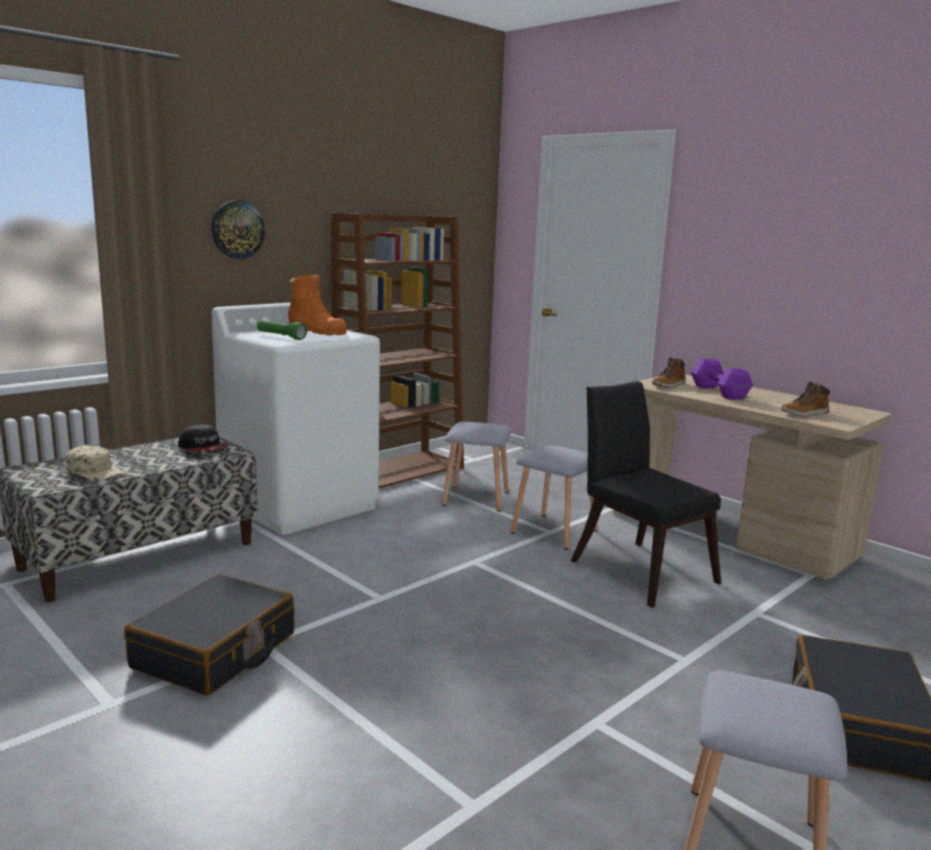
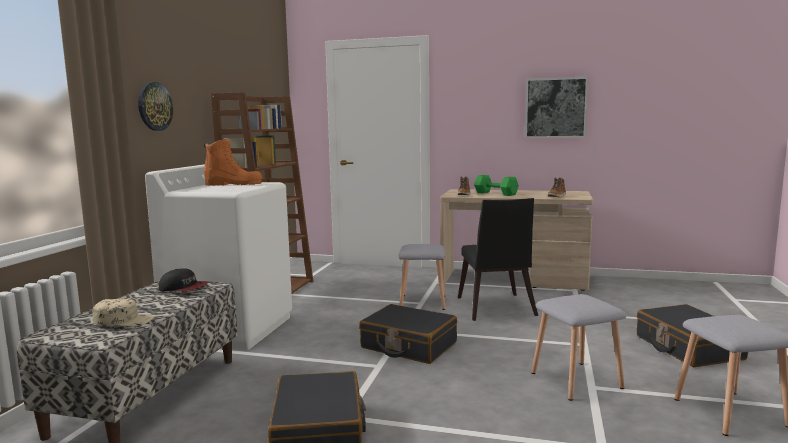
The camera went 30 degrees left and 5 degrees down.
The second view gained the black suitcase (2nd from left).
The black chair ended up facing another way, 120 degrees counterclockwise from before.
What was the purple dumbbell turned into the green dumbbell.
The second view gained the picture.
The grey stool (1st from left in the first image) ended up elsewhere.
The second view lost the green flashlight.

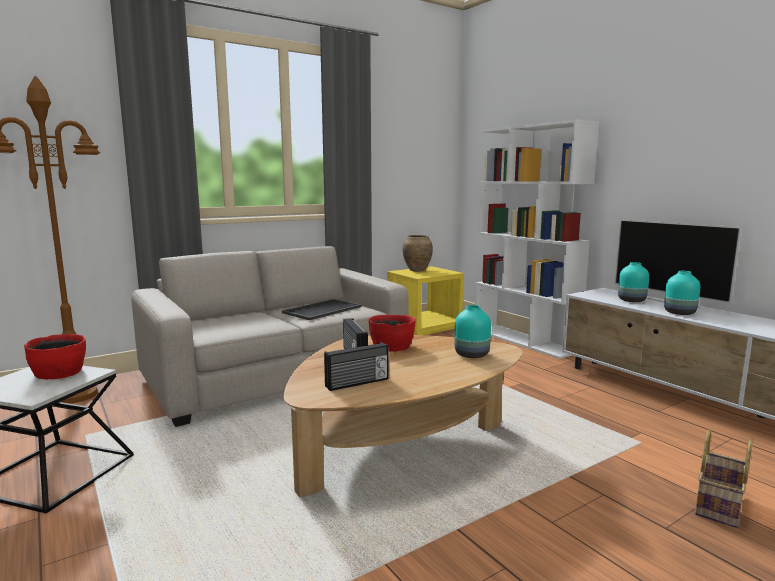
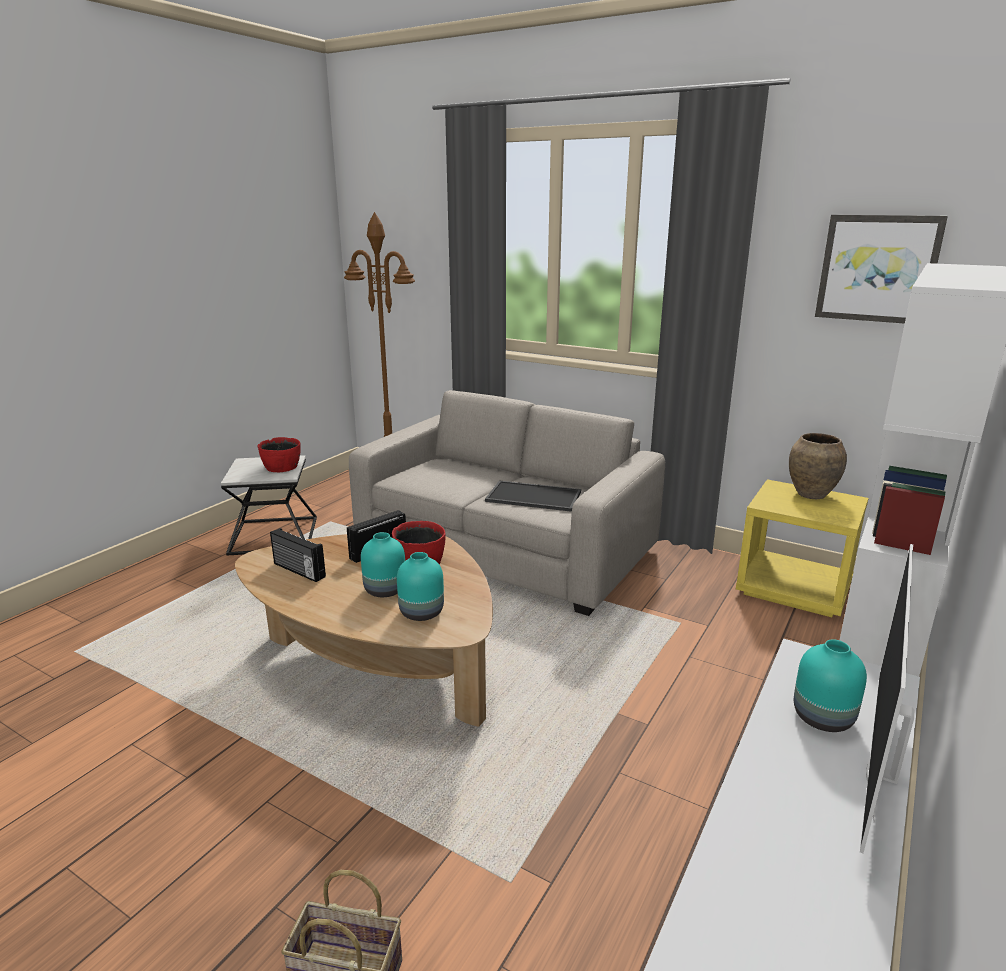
The camera went 65 degrees right and 10 degrees up.
The turquoise vase (3rd from left in the first image) ended up elsewhere.
The second view gained the picture.

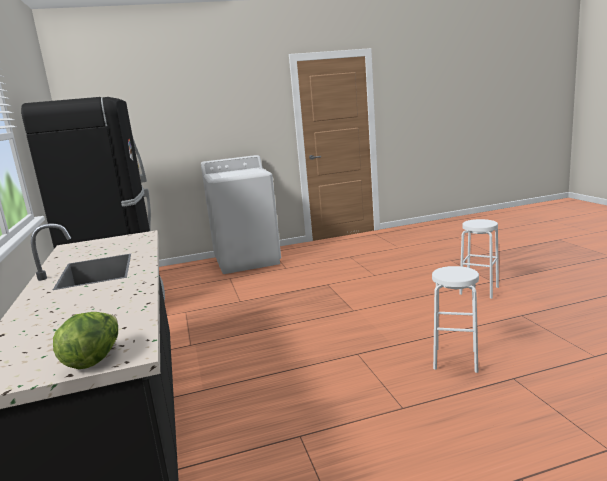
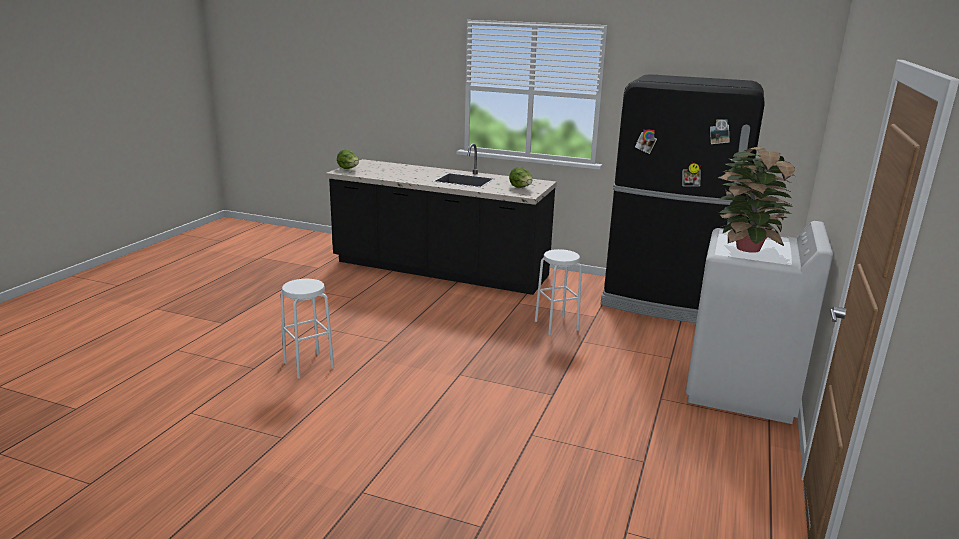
The camera went 125 degrees right and 5 degrees up.
The second view gained the lettuce (2nd from left).
The white stool (2nd from left) ended up elsewhere.
The second view gained the potted plant.

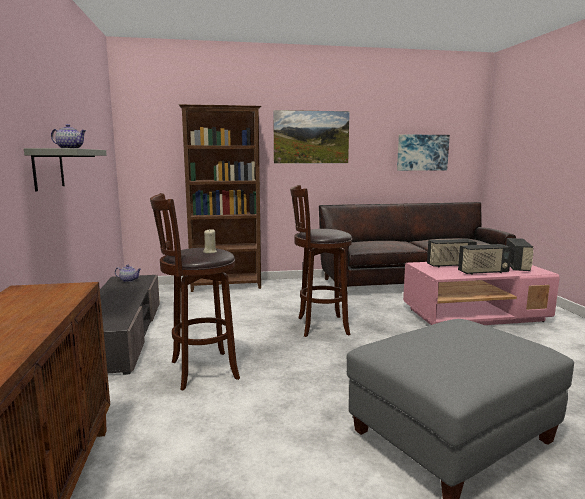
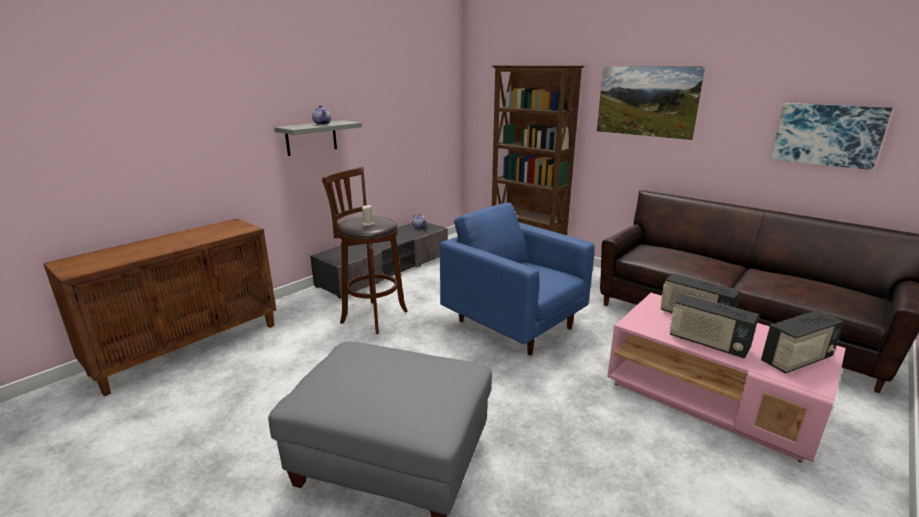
The camera went 50 degrees right and 10 degrees up.
Where the brown stool (2nd from left) stood, the blue armchair came to stand.

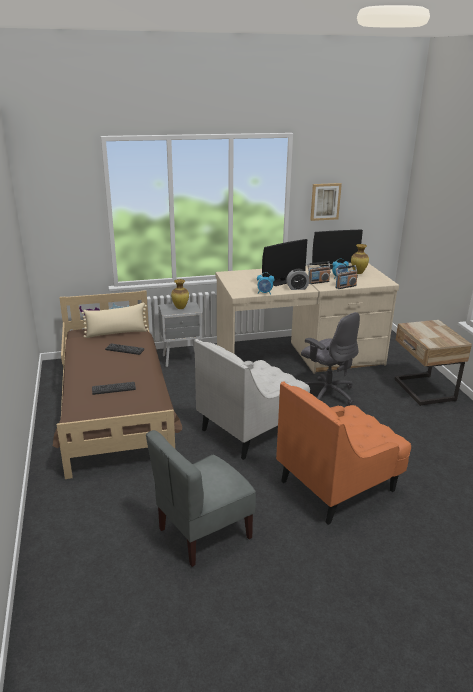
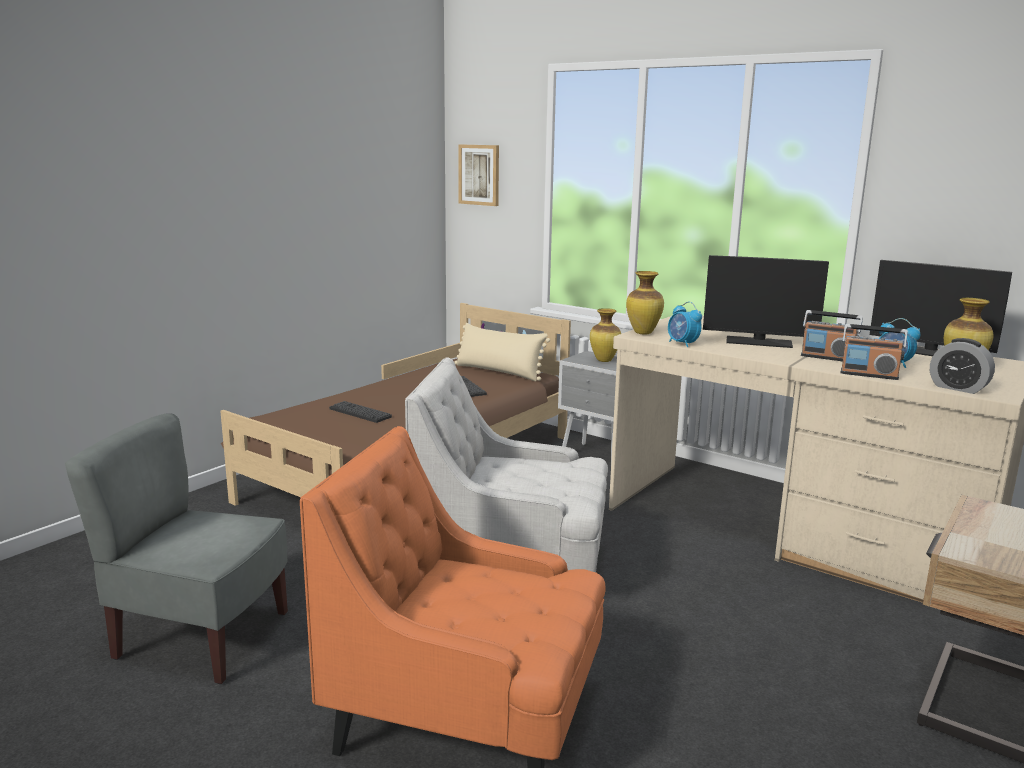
The camera went 50 degrees right and 10 degrees down.
The picture ended up elsewhere.
The second view gained the vase (2nd from left).
The alarm clock (2nd from left in the first image) ended up elsewhere.
The second view lost the grey office chair.

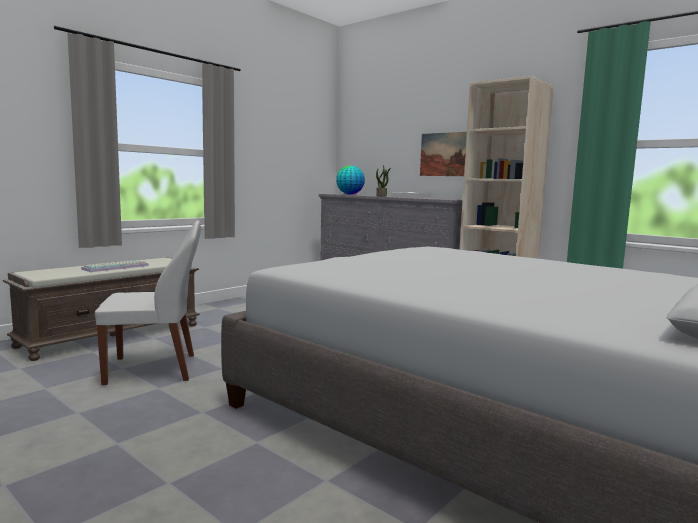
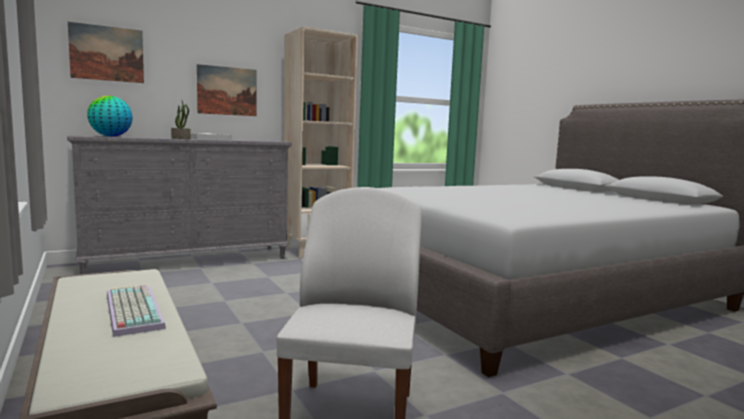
The camera went 70 degrees left and 0 degrees up.
The second view gained the picture (1st from left).

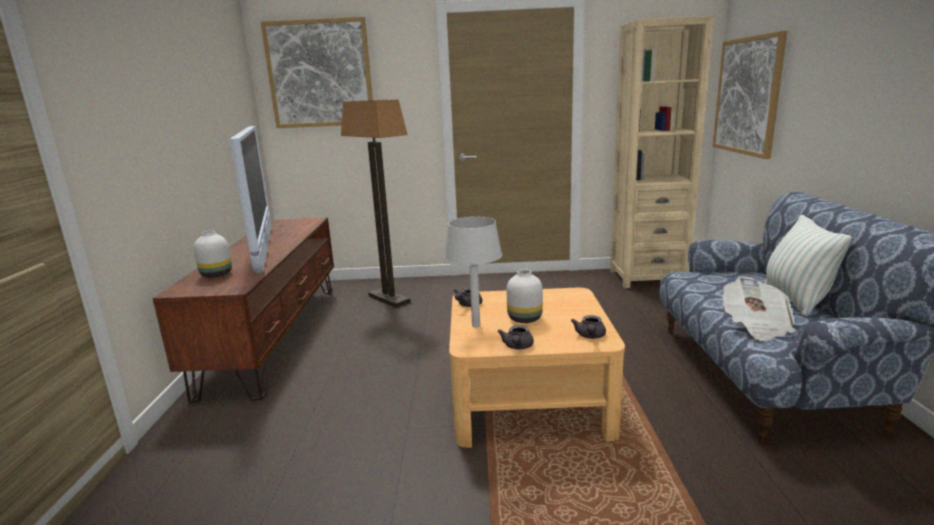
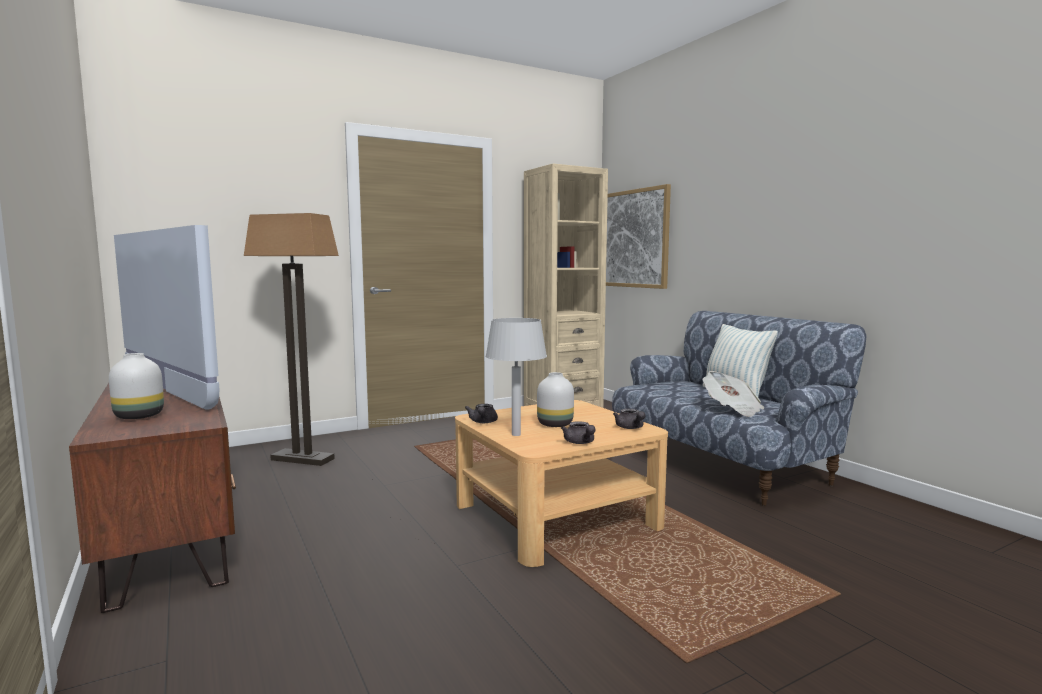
The camera went 30 degrees left and 10 degrees down.
The second view lost the picture (1st from left).

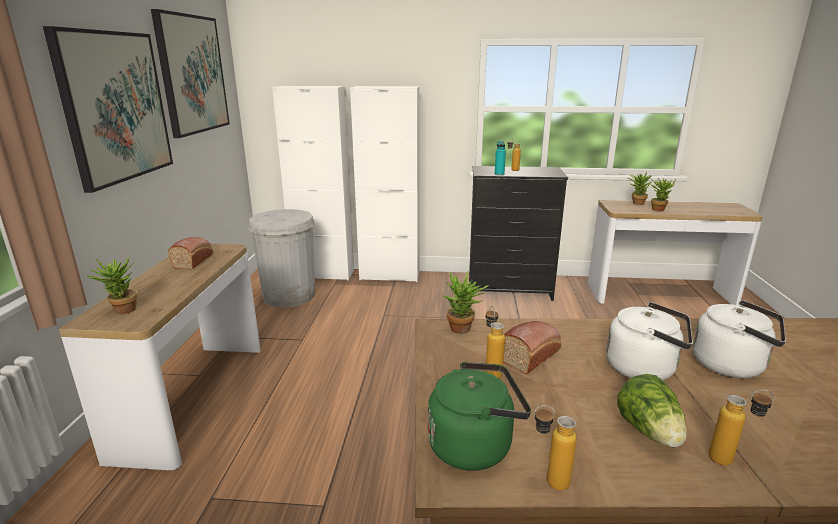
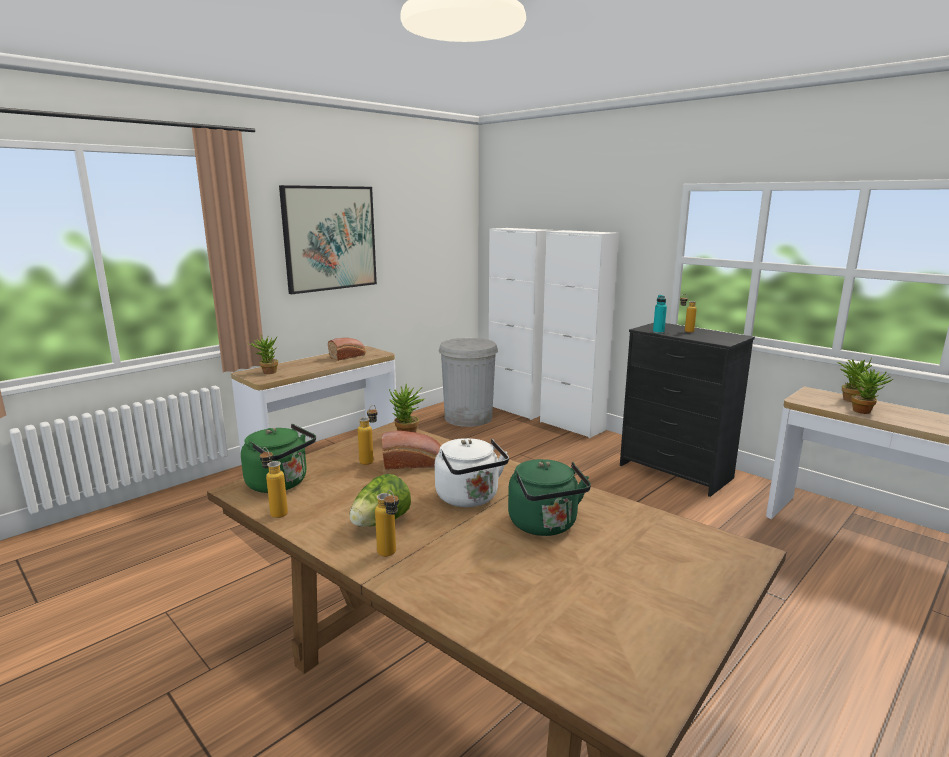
The camera went 40 degrees right and 5 degrees down.
What was the white kettle (2nd from left) turned into the green kettle (2nd from left).
The second view lost the picture (2nd from left).

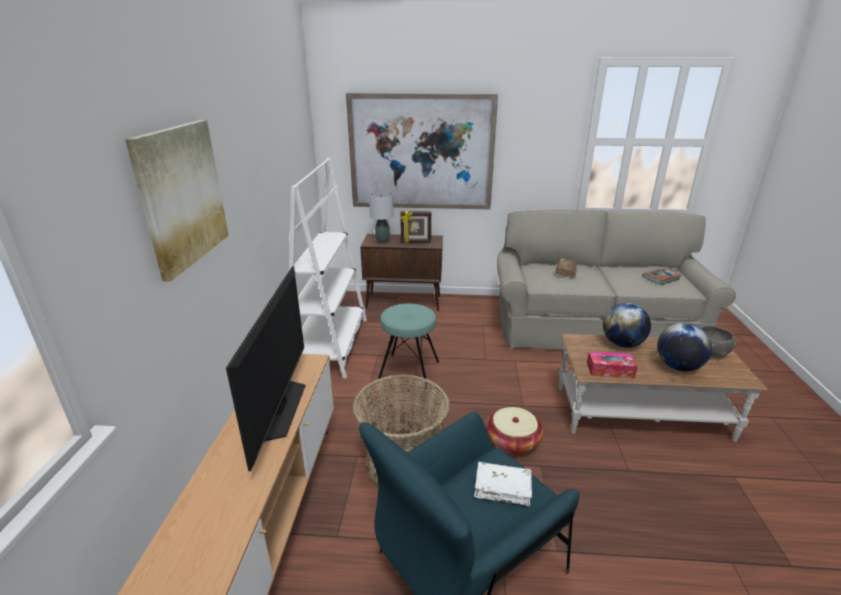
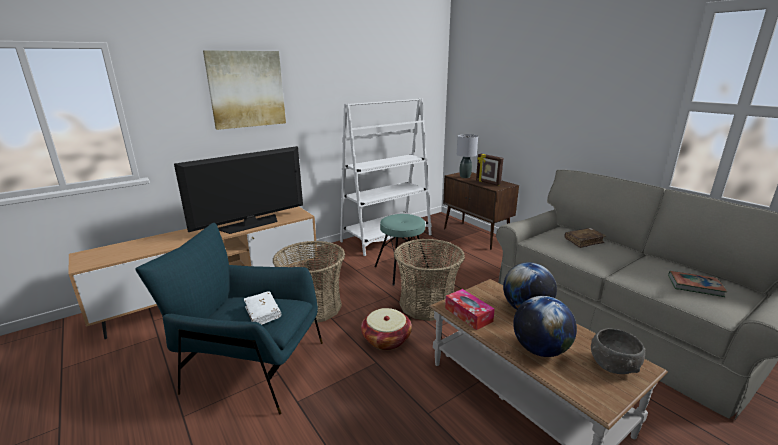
The camera went 50 degrees right and 5 degrees down.
The second view gained the basket (3rd from left).
The second view lost the picture (2nd from left).

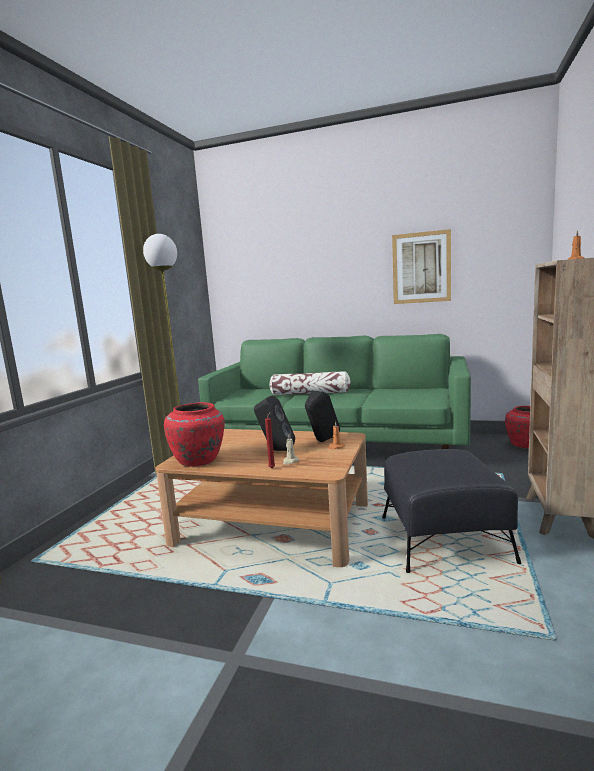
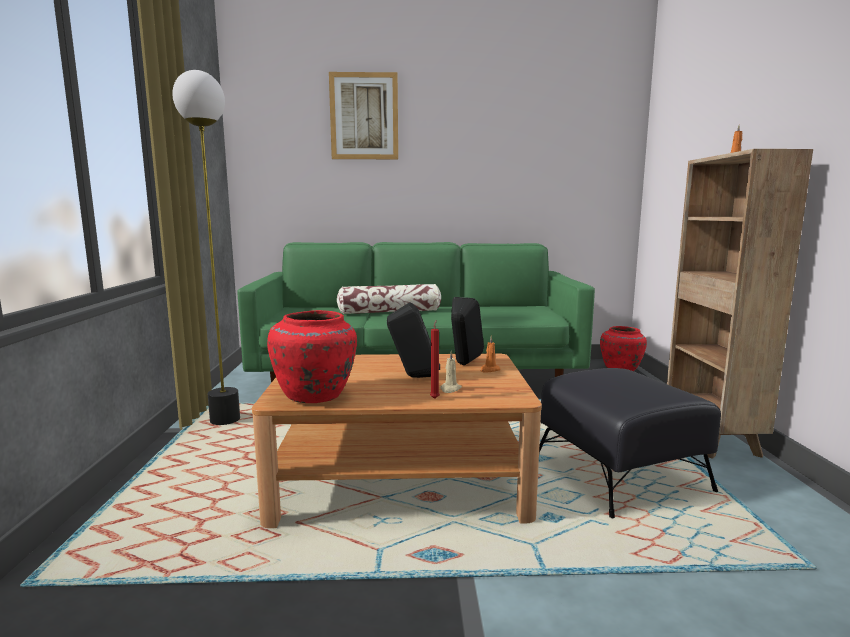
The camera went 20 degrees left and 0 degrees up.
The picture ended up elsewhere.

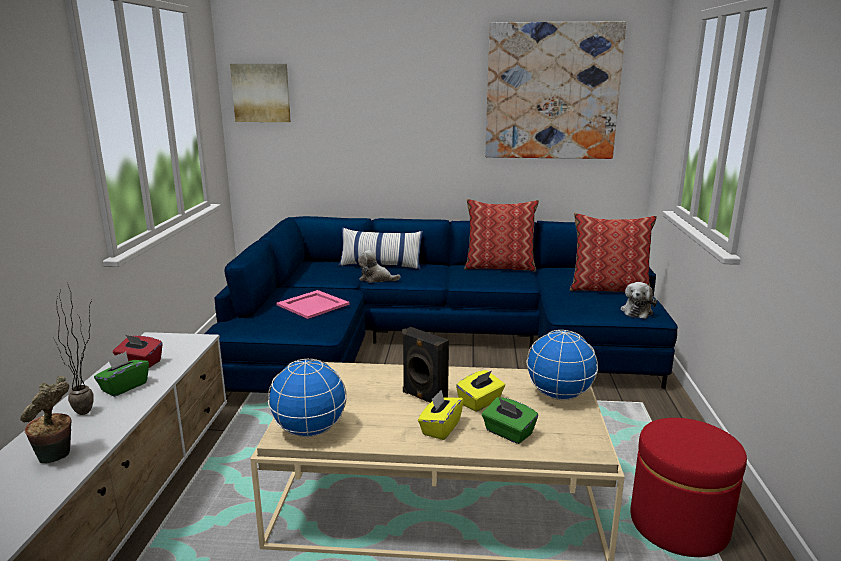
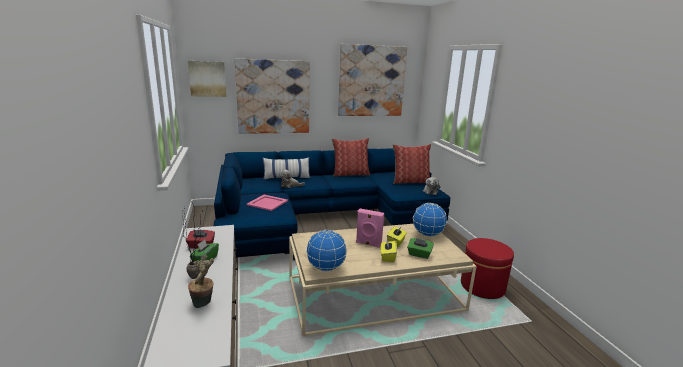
The camera went 20 degrees left and 0 degrees up.
The second view gained the picture (2nd from left).
What was the black speaker turned into the pink speaker.

